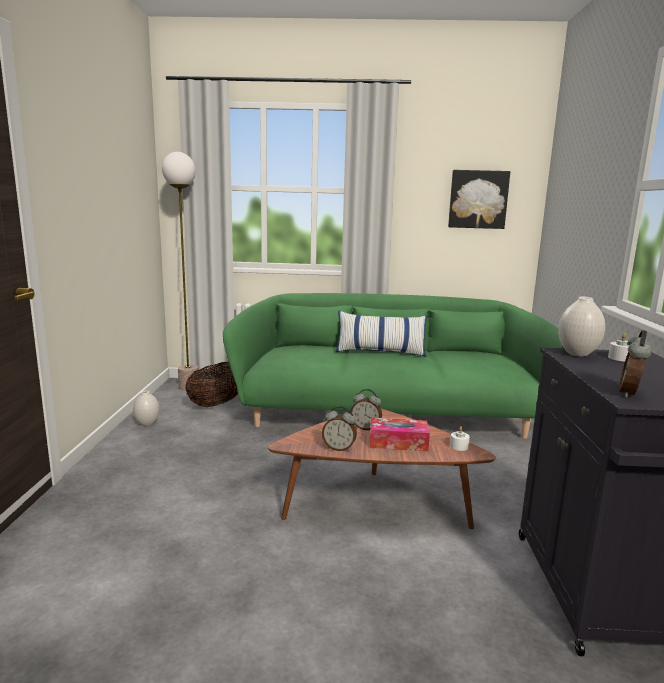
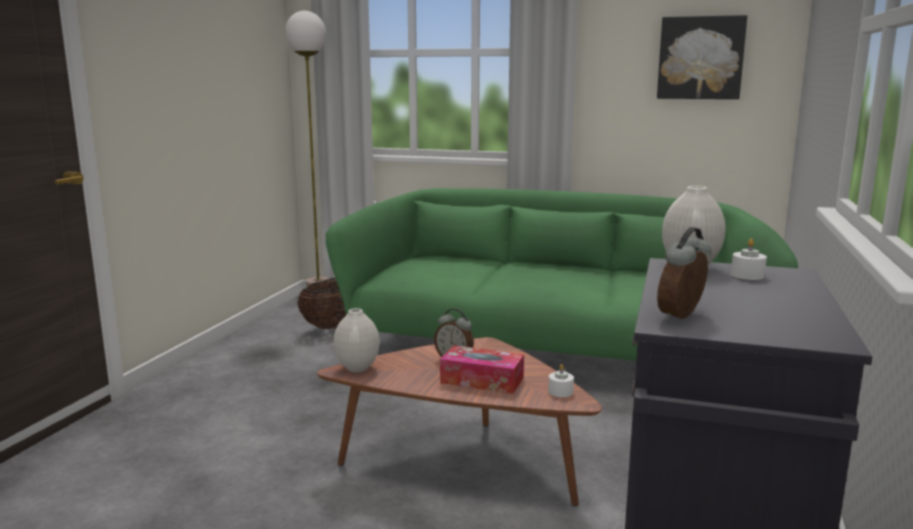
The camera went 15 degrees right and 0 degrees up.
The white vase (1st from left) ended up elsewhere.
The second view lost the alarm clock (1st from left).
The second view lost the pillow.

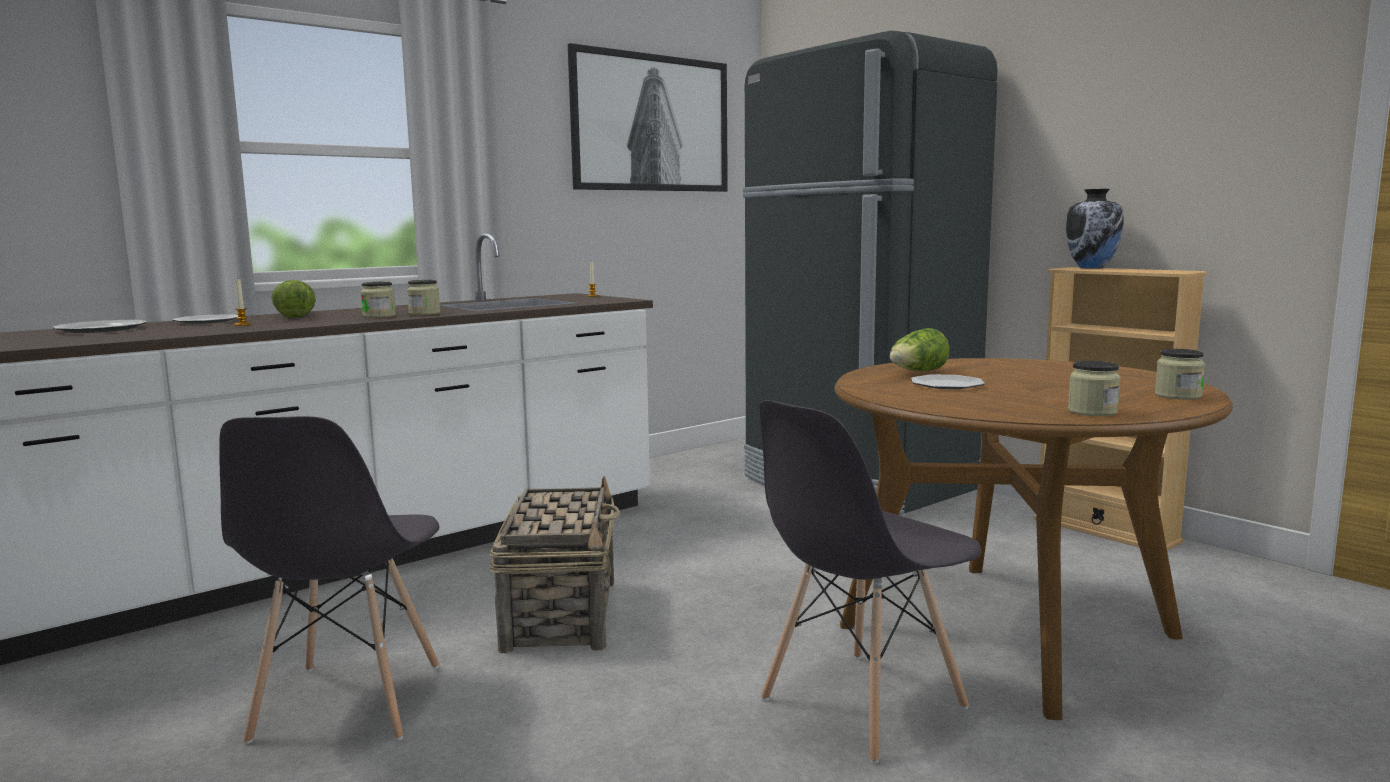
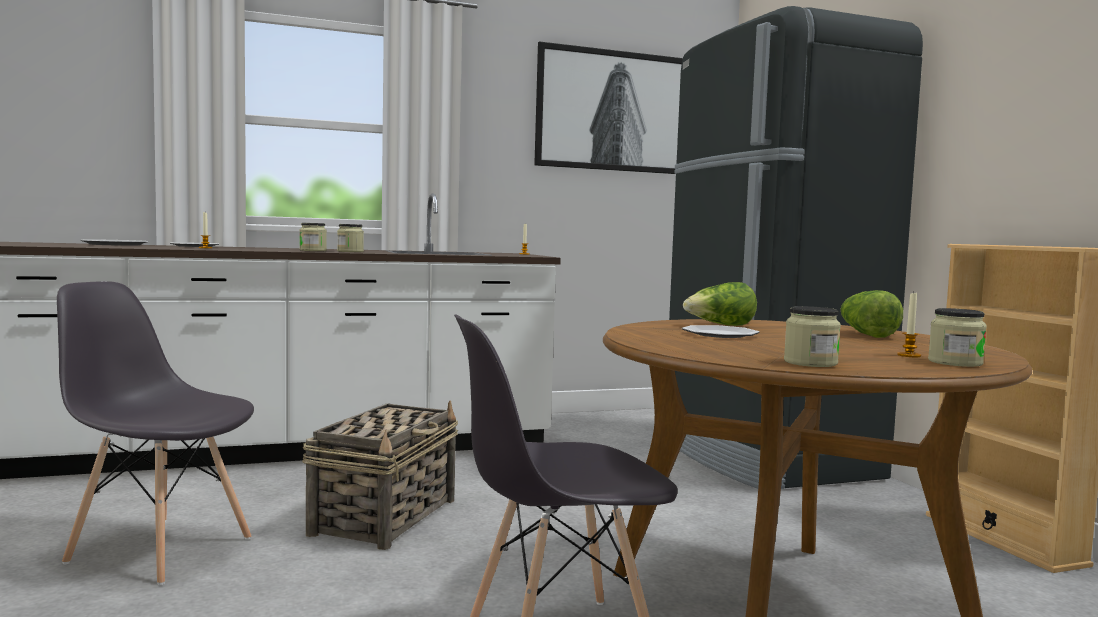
The camera went 20 degrees right and 5 degrees down.
The grey chair (1st from left) ended up facing another way, 90 degrees clockwise from before.
The lettuce (1st from left in the first image) ended up elsewhere.
The second view gained the candle (3rd from left).
The second view lost the vase.

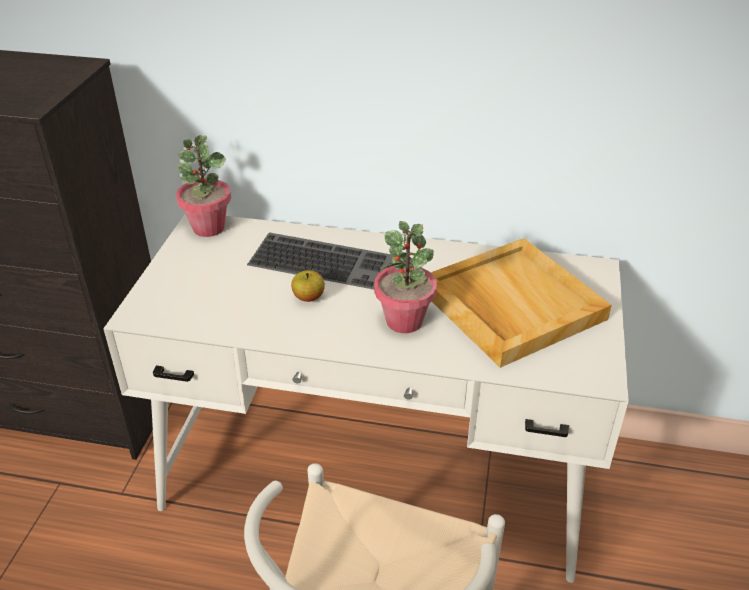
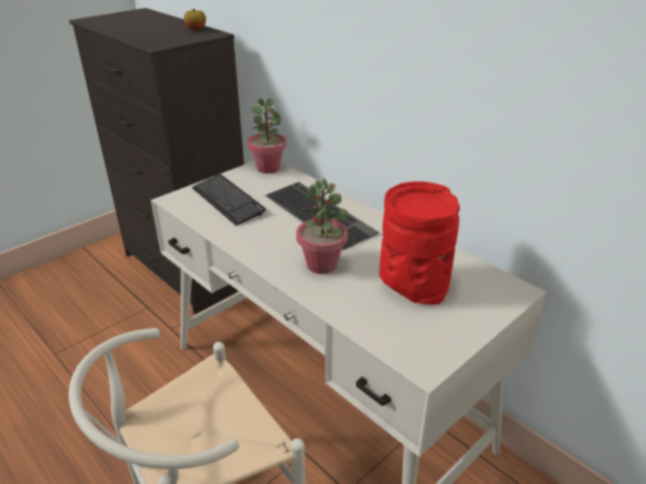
The camera went 35 degrees right and 5 degrees down.
The apple ended up elsewhere.
The second view gained the keyboard (1st from left).
Where the beige tray stood, the red vase came to stand.

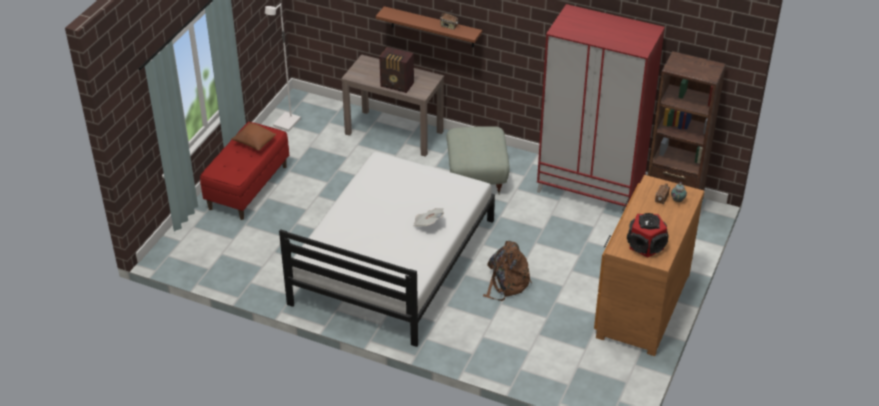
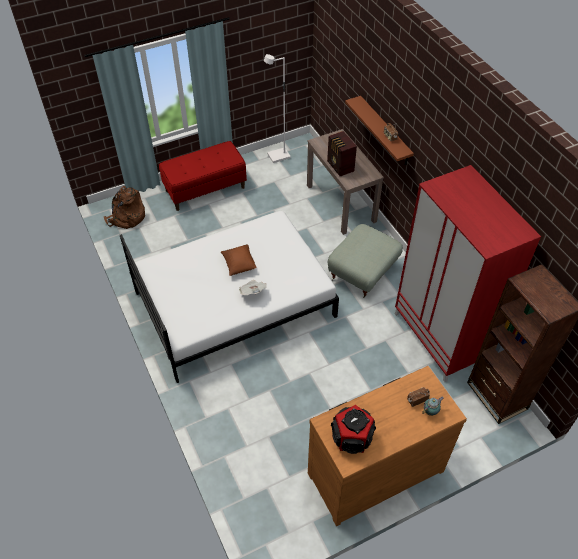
The camera went 40 degrees right and 10 degrees up.
The brown backpack ended up elsewhere.
The brown pillow ended up elsewhere.

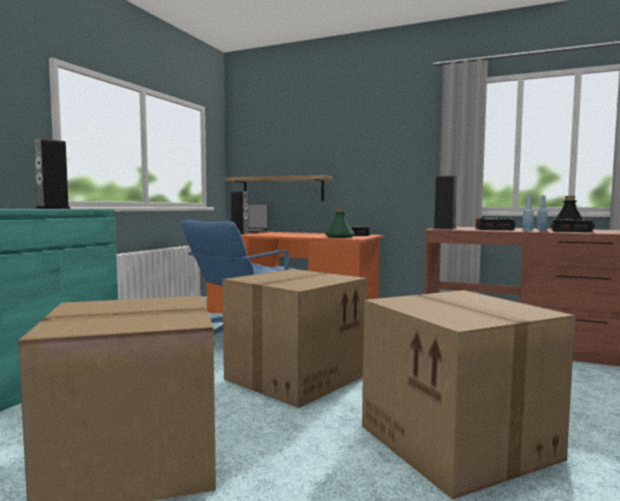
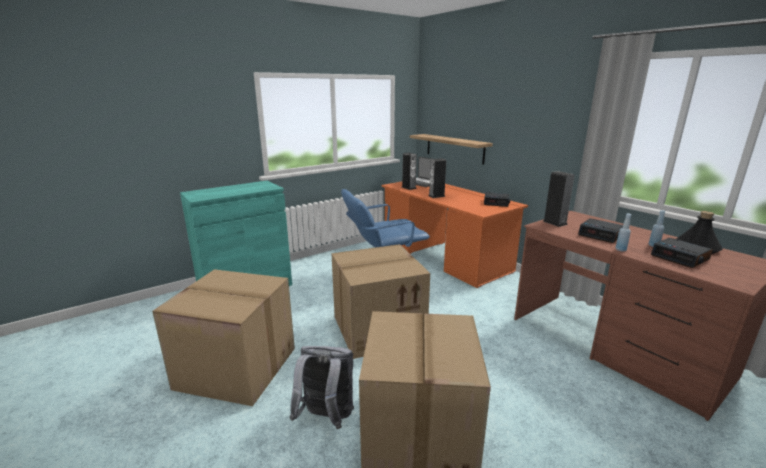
The camera went 30 degrees right and 15 degrees up.
The second view gained the grey backpack.
The speaker (1st from left in the first image) ended up elsewhere.
The second view lost the green bottle.

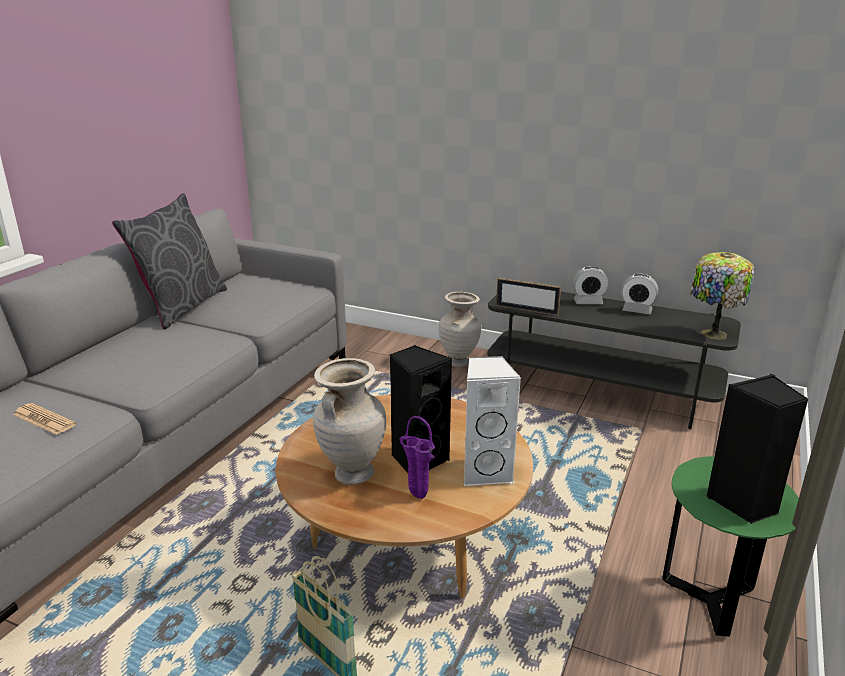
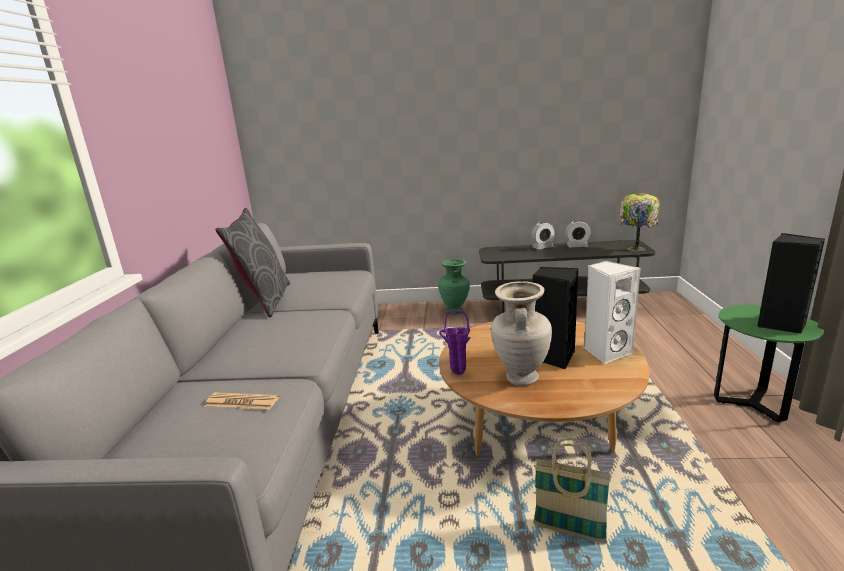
The camera went 20 degrees left and 5 degrees down.
What was the beige vase (2nd from left) turned into the green vase.
The purple vase ended up elsewhere.
The second view lost the picture frame.

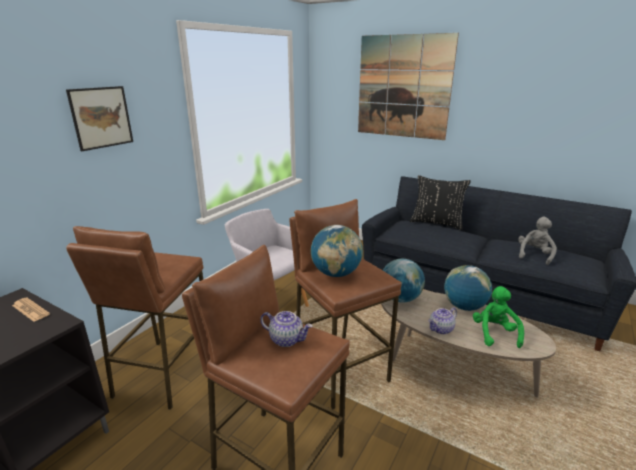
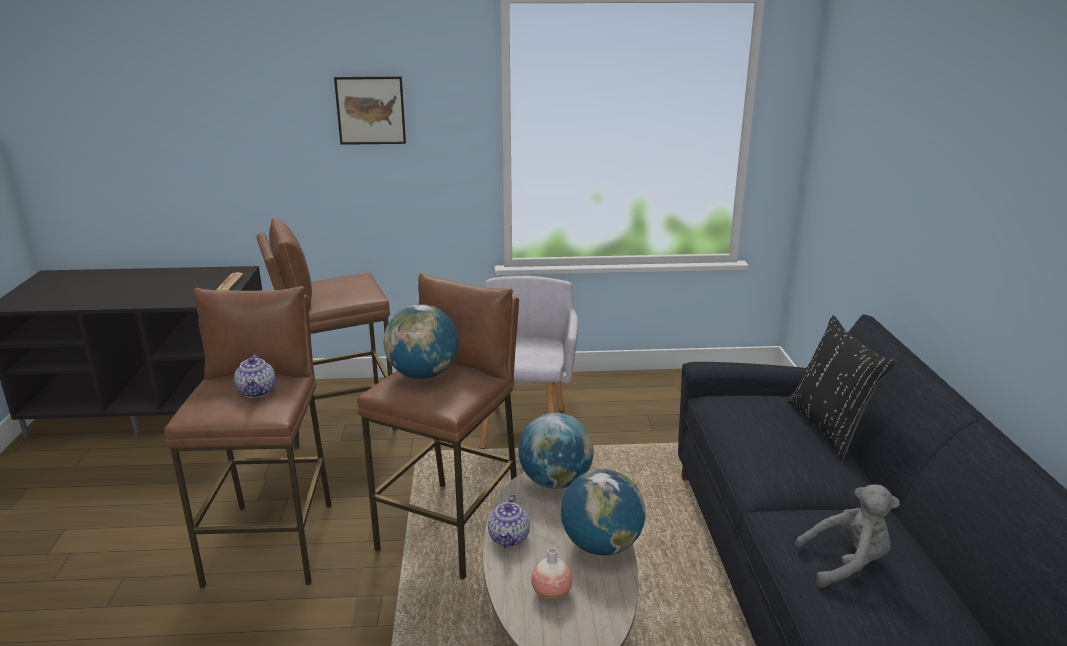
The camera went 55 degrees right and 0 degrees up.
The teapot (2nd from left) ended up facing another way, 105 degrees counterclockwise from before.
Where the green plush toy stood, the vase came to stand.
The second view lost the picture (2nd from left).

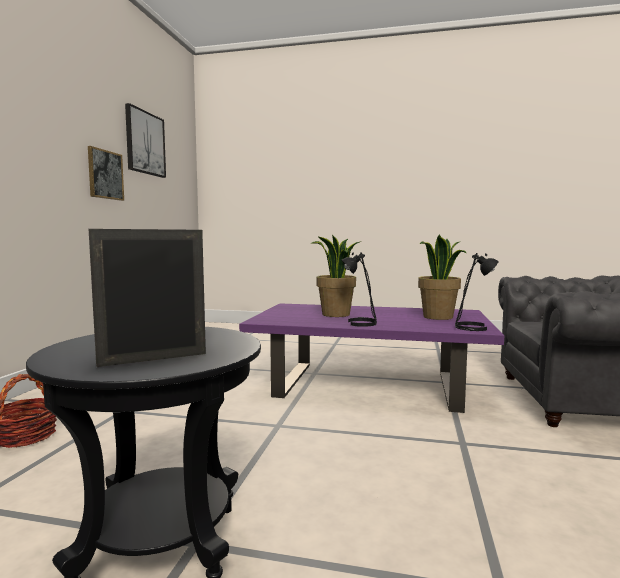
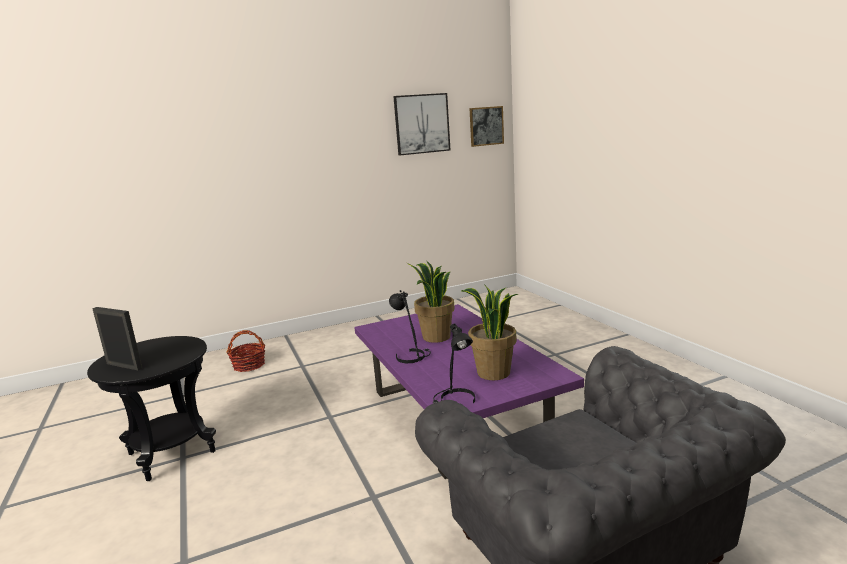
The camera went 55 degrees right and 10 degrees up.
The picture (1st from left in the first image) ended up elsewhere.

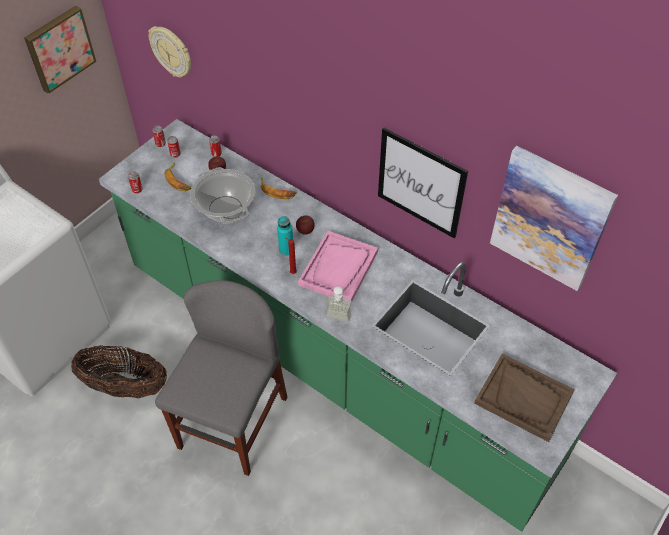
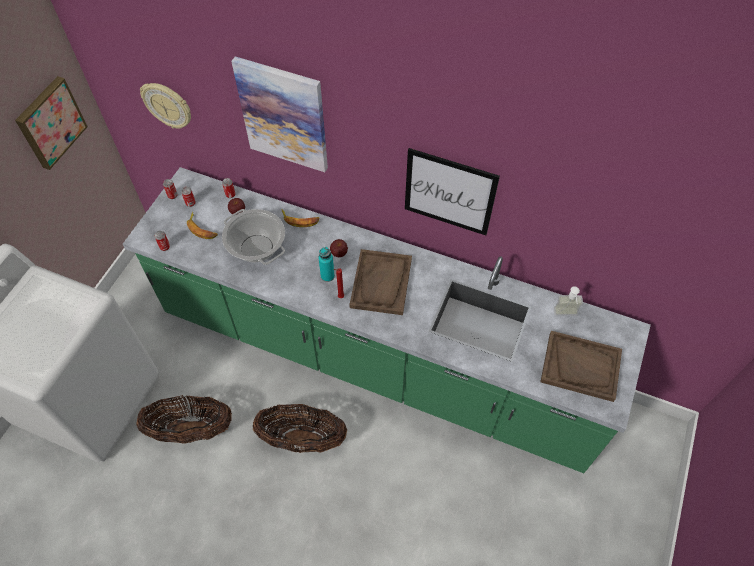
The camera went 15 degrees left and 5 degrees up.
The picture (3rd from left in the first image) ended up elsewhere.
Where the grey chair stood, the basket (2nd from left) came to stand.
What was the pink tray turned into the brown tray (1st from left).
The soap dispenser ended up elsewhere.

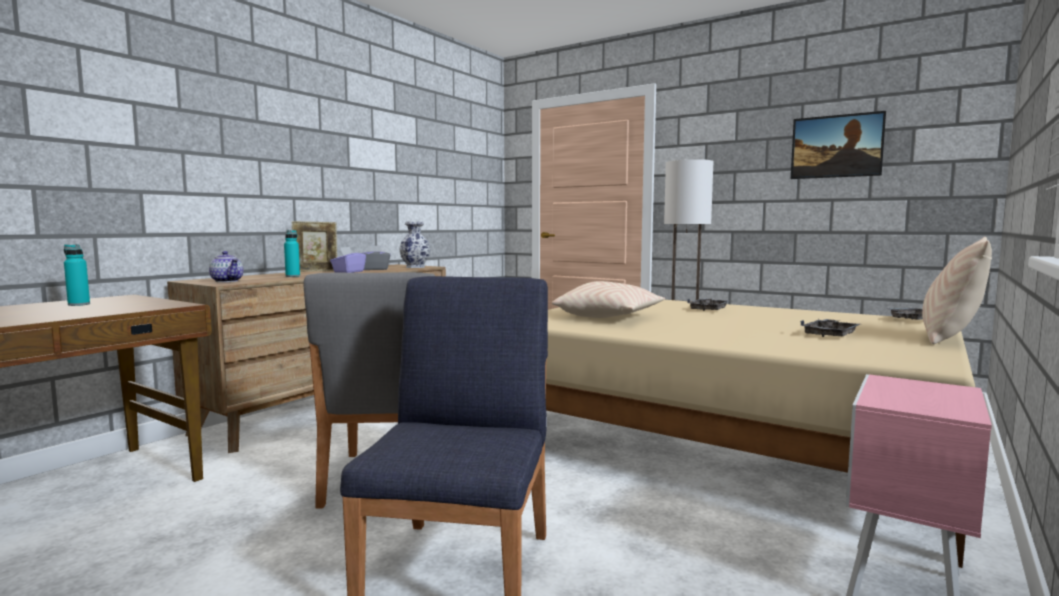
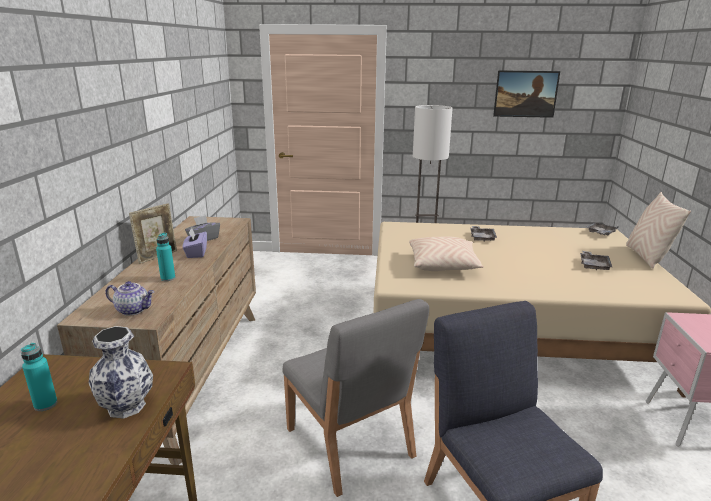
The camera went 30 degrees left and 15 degrees up.
The vase ended up elsewhere.

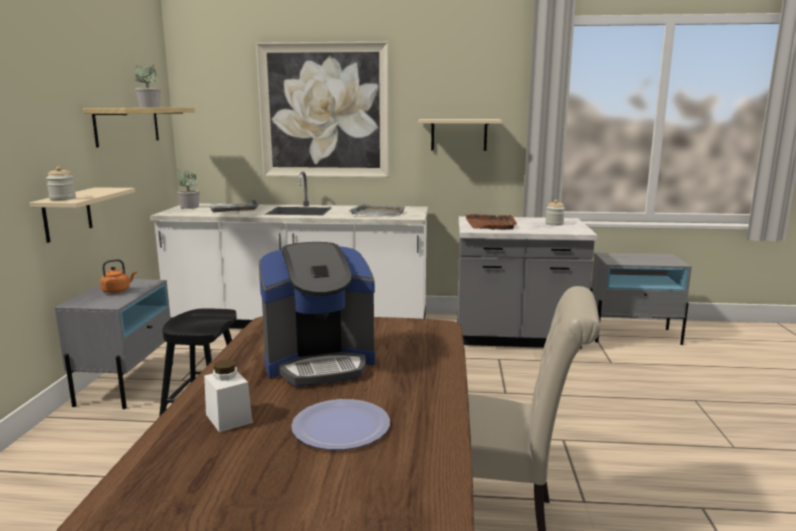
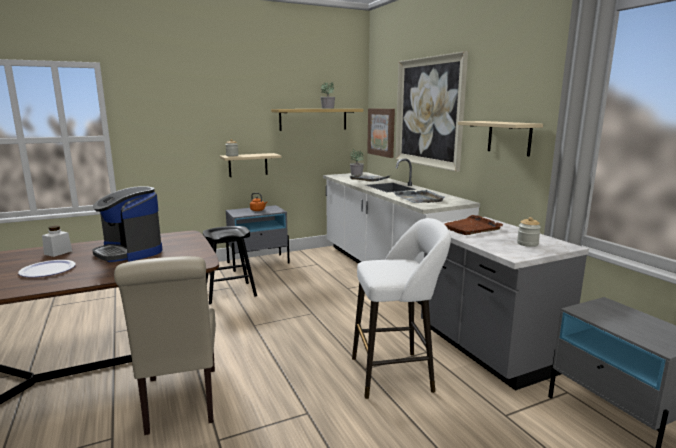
The camera went 60 degrees right and 0 degrees up.
The second view gained the white stool.
The second view gained the picture (1st from left).

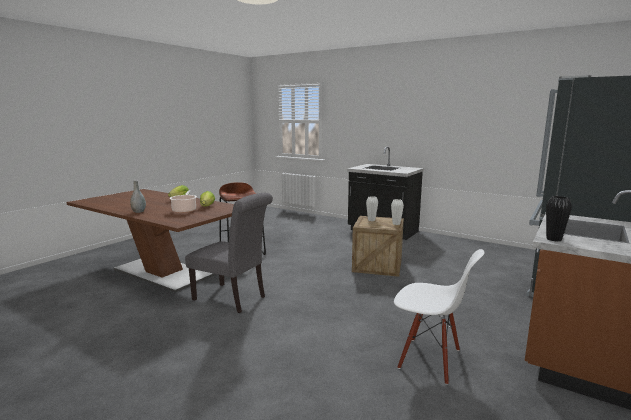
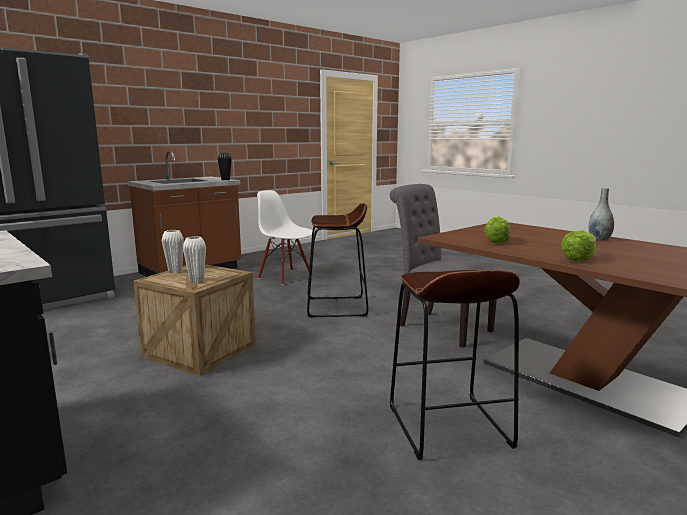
The camera went 165 degrees left and 0 degrees up.
The second view gained the brown stool (1st from left).
The second view lost the cooking pot.

